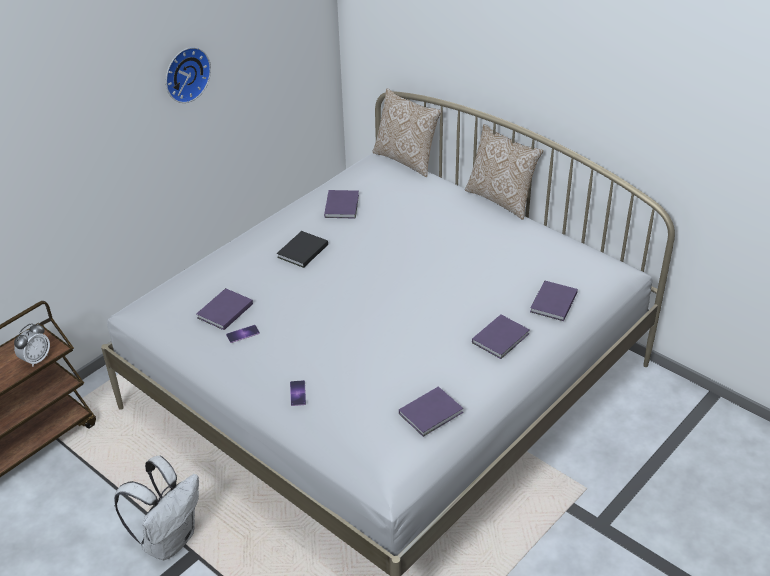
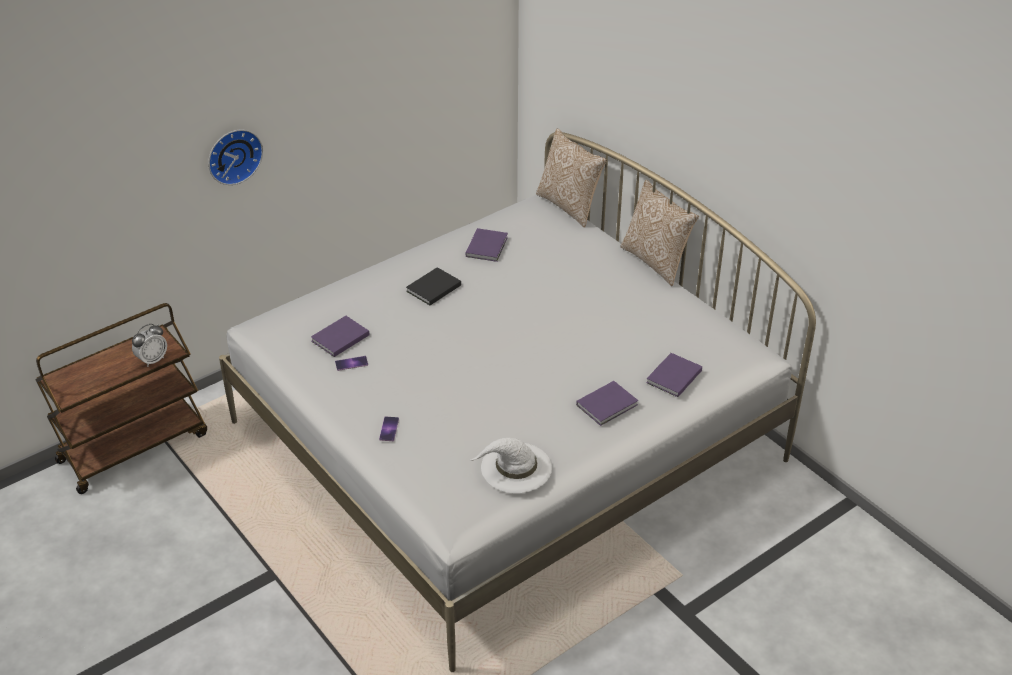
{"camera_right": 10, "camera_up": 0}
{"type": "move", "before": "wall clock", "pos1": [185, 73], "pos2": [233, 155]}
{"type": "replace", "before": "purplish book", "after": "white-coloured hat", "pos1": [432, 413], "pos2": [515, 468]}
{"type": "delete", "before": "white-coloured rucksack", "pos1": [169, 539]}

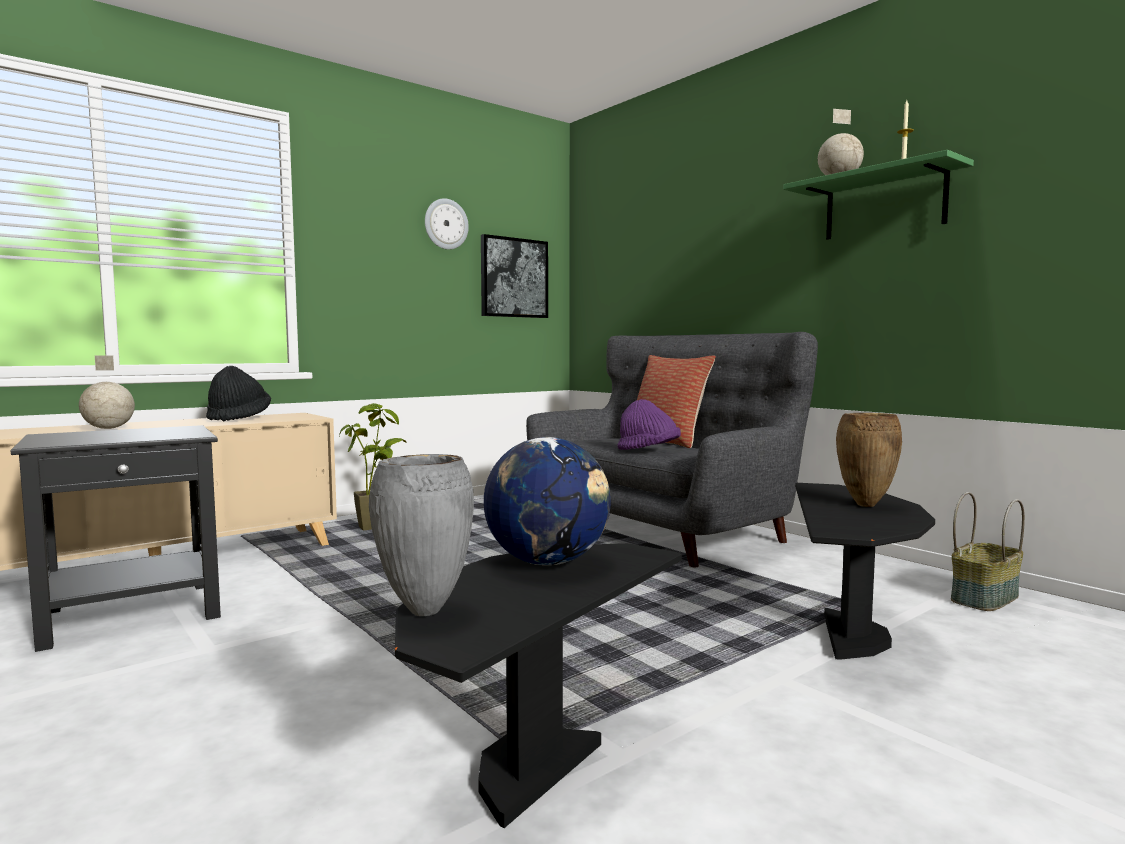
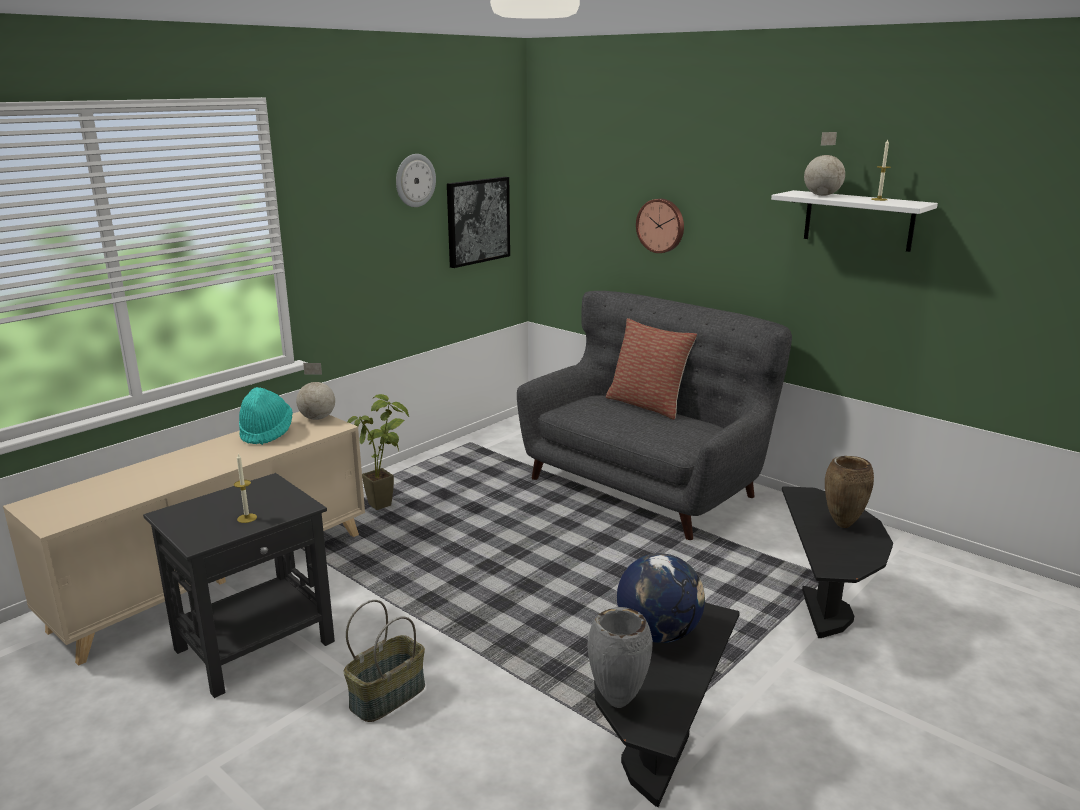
{"camera_right": -10, "camera_up": 15}
{"type": "insert", "after": "wax candle", "pos2": [247, 518]}
{"type": "recolor", "before": "blackish hat", "after": "turquoise-coloured hat", "pos1": [239, 418], "pos2": [266, 433]}
{"type": "move", "before": "desk globe", "pos1": [108, 428], "pos2": [317, 418]}
{"type": "move", "before": "basket", "pos1": [983, 598], "pos2": [387, 695]}
{"type": "insert", "after": "wall clock", "pos2": [661, 225]}
{"type": "recolor", "before": "green-coloured wall shelf", "after": "white-coloured wall shelf", "pos1": [884, 204], "pos2": [858, 220]}
{"type": "delete", "before": "purplish hat", "pos1": [648, 451]}

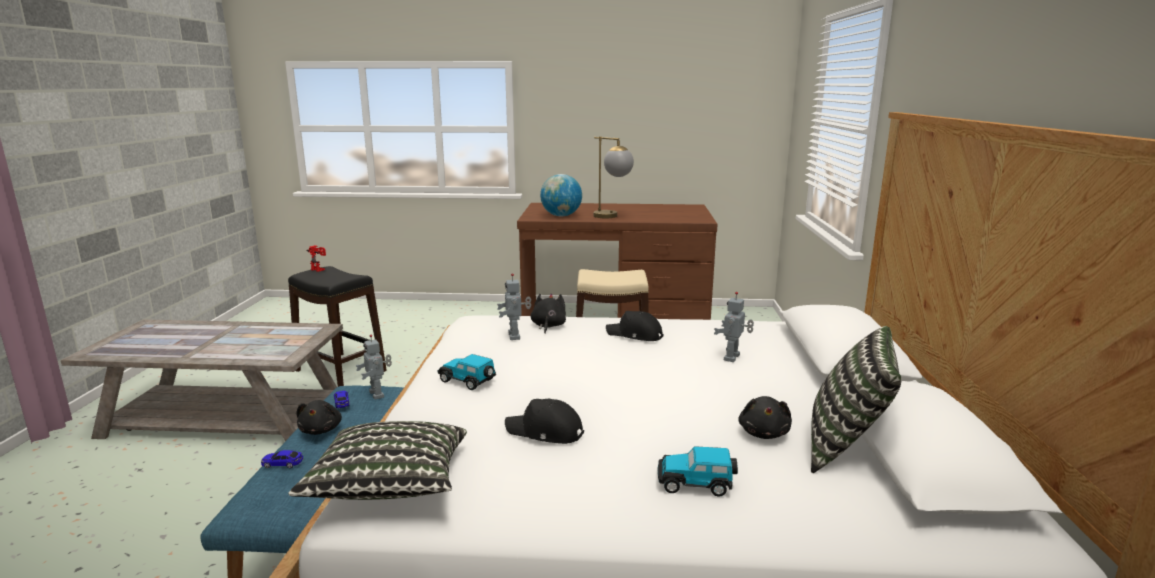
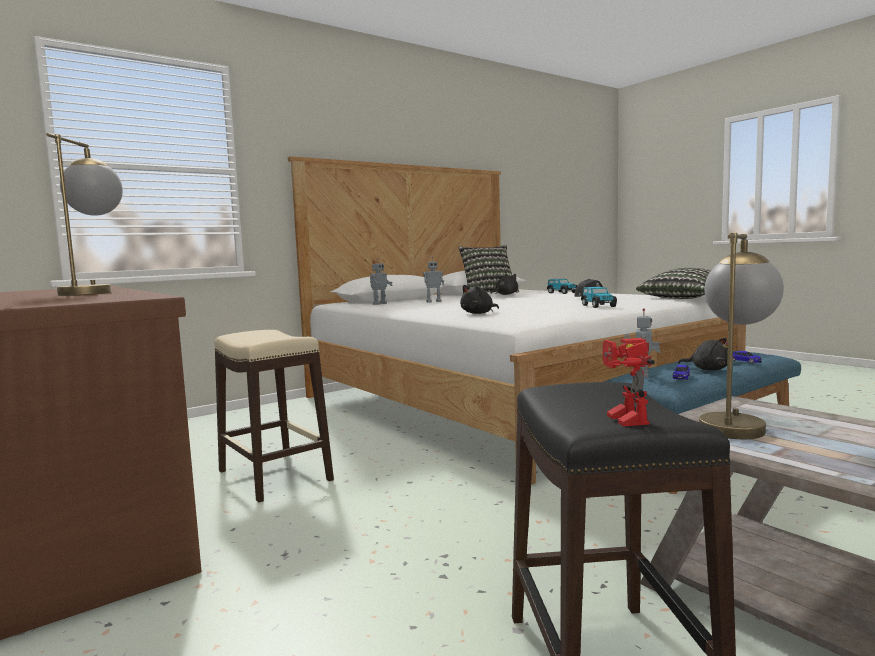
{"camera_right": -130, "camera_up": -10}
{"type": "move", "before": "robot figure", "pos1": [515, 336], "pos2": [379, 304]}
{"type": "rotate", "before": "blackish soft toy", "pos1": [321, 430], "pos2": [708, 369], "turn": 90}
{"type": "insert", "after": "tabletop lamp", "pos2": [734, 424]}
{"type": "delete", "before": "desk globe", "pos1": [561, 216]}
{"type": "delete", "before": "blackish baseball cap", "pos1": [634, 335]}

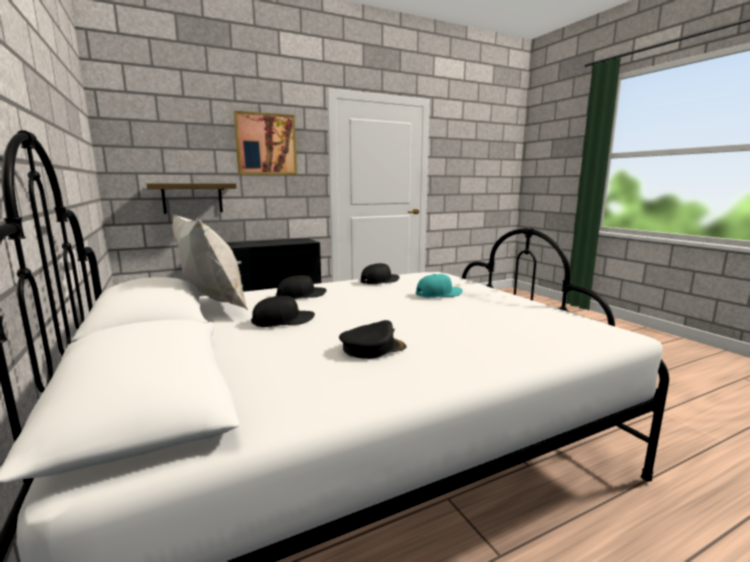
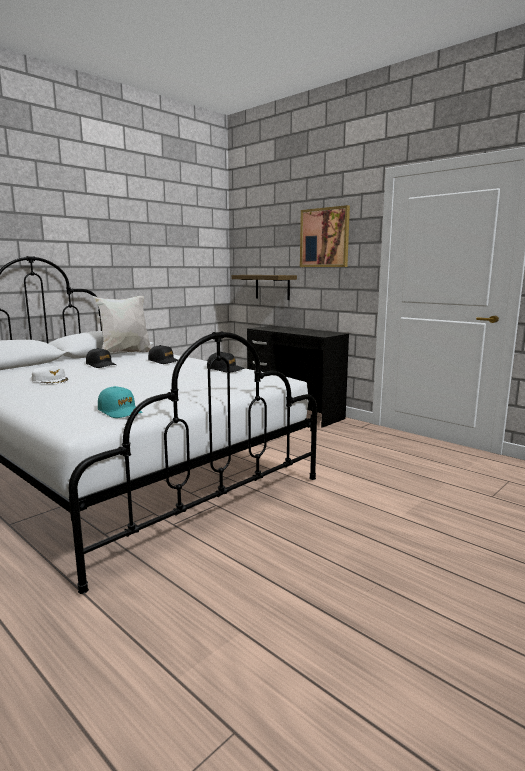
{"camera_right": 70, "camera_up": 0}
{"type": "recolor", "before": "blackish baseball cap", "after": "white-coloured baseball cap", "pos1": [372, 348], "pos2": [50, 380]}
{"type": "move", "before": "turquoise-coloured baseball cap", "pos1": [439, 294], "pos2": [120, 411]}

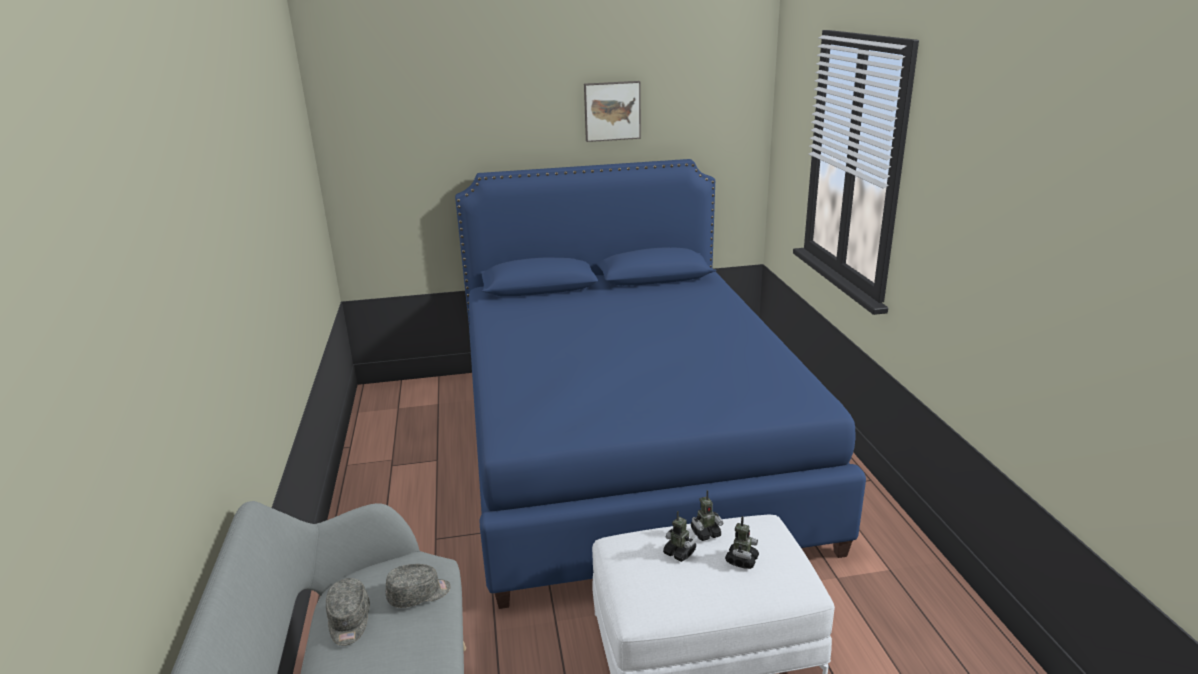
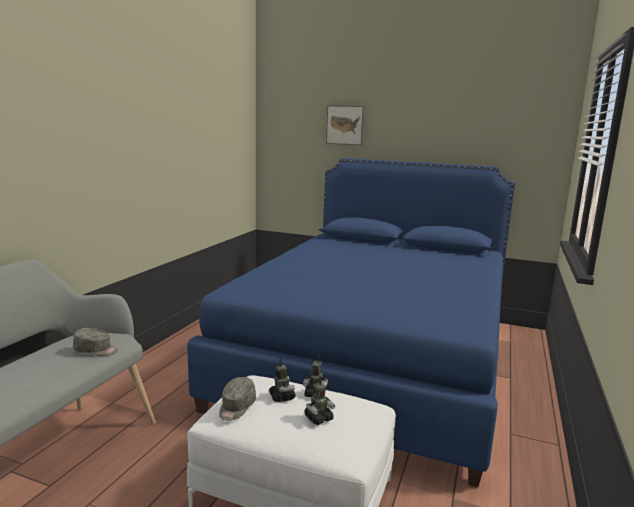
{"camera_right": 30, "camera_up": -10}
{"type": "move", "before": "grey baseball cap", "pos1": [349, 621], "pos2": [236, 407]}
{"type": "move", "before": "picture", "pos1": [612, 111], "pos2": [345, 125]}

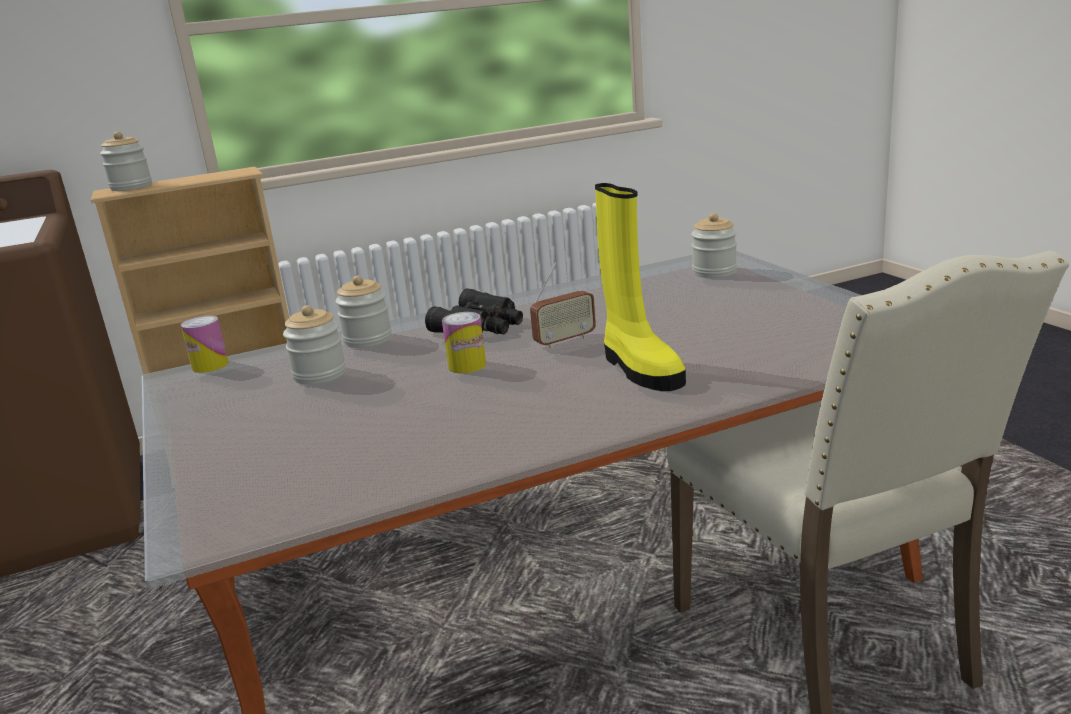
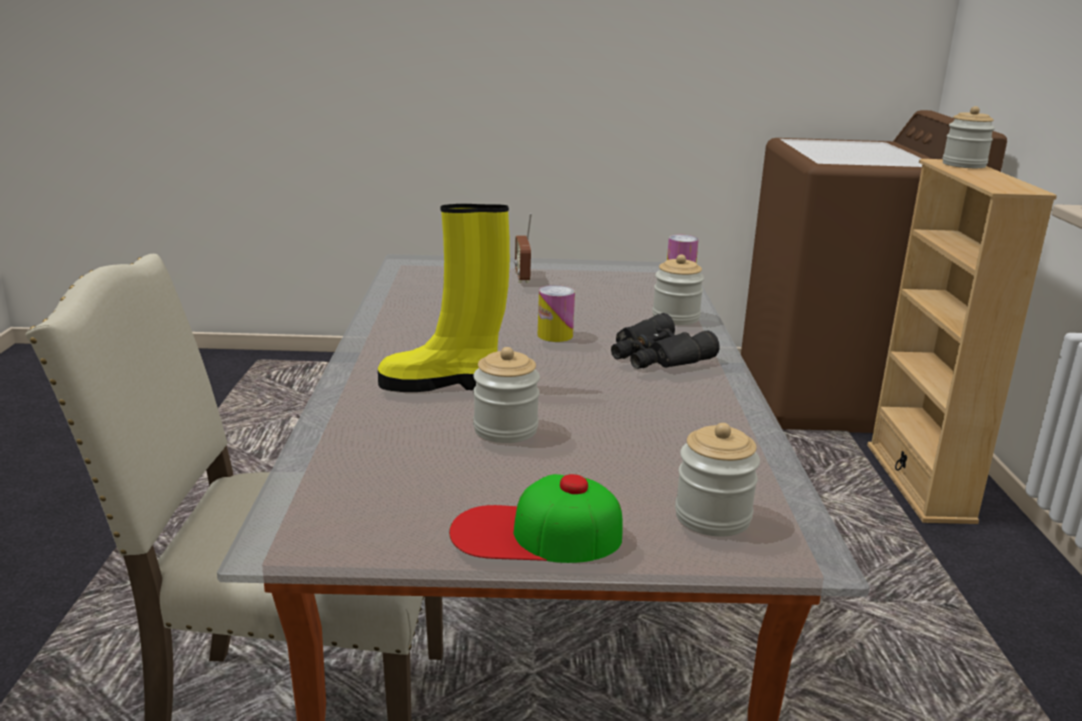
{"camera_right": 110, "camera_up": 0}
{"type": "insert", "after": "baseball cap", "pos2": [535, 534]}
{"type": "move", "before": "preserve jar", "pos1": [320, 374], "pos2": [505, 429]}
{"type": "move", "before": "radio set", "pos1": [565, 341], "pos2": [522, 277]}

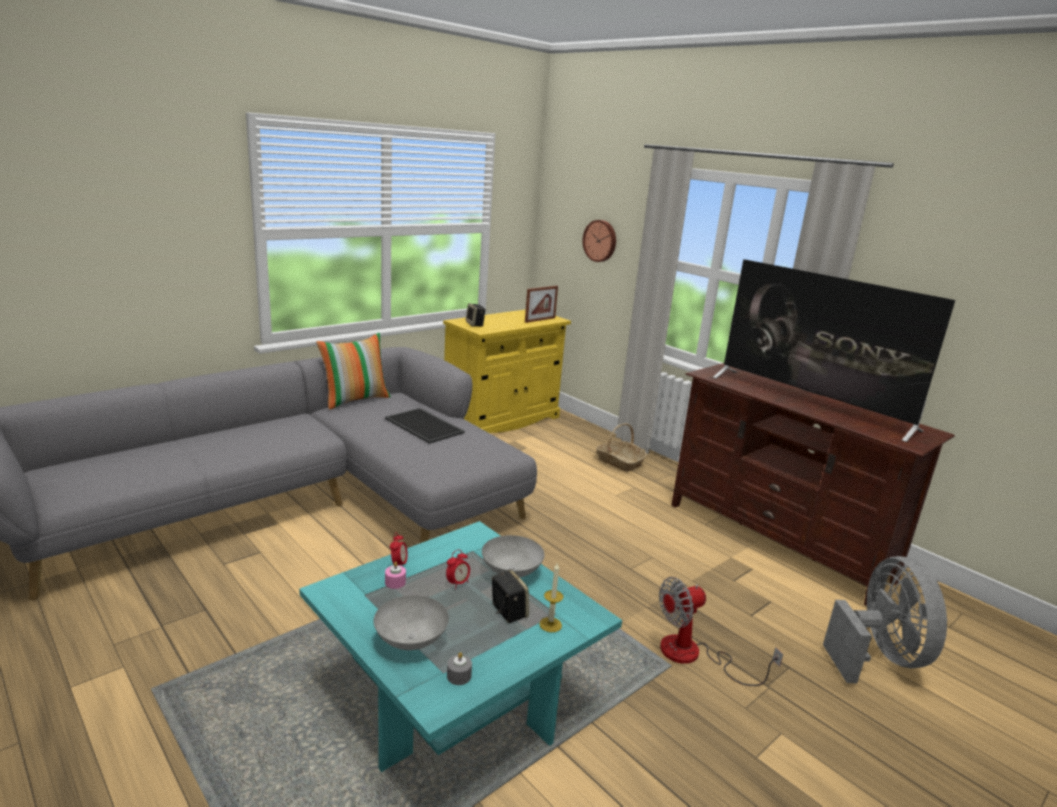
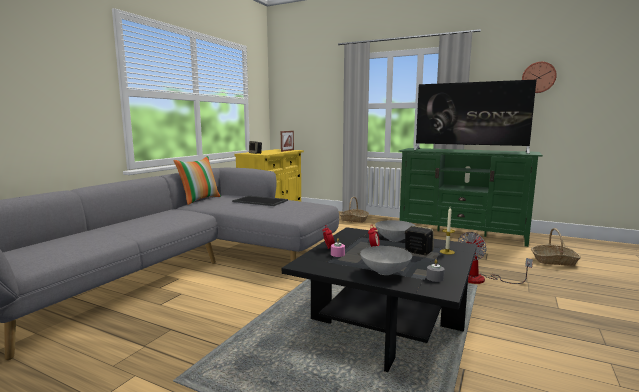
{"camera_right": -20, "camera_up": -10}
{"type": "recolor", "before": "turquoise-coloured lounge table", "after": "blackish lounge table", "pos1": [455, 694], "pos2": [385, 325]}
{"type": "recolor", "before": "brown tv stand", "after": "green-coloured tv stand", "pos1": [777, 541], "pos2": [461, 233]}
{"type": "move", "before": "wall clock", "pos1": [600, 241], "pos2": [538, 77]}
{"type": "replace", "before": "grey fan", "after": "basket", "pos1": [878, 656], "pos2": [554, 261]}

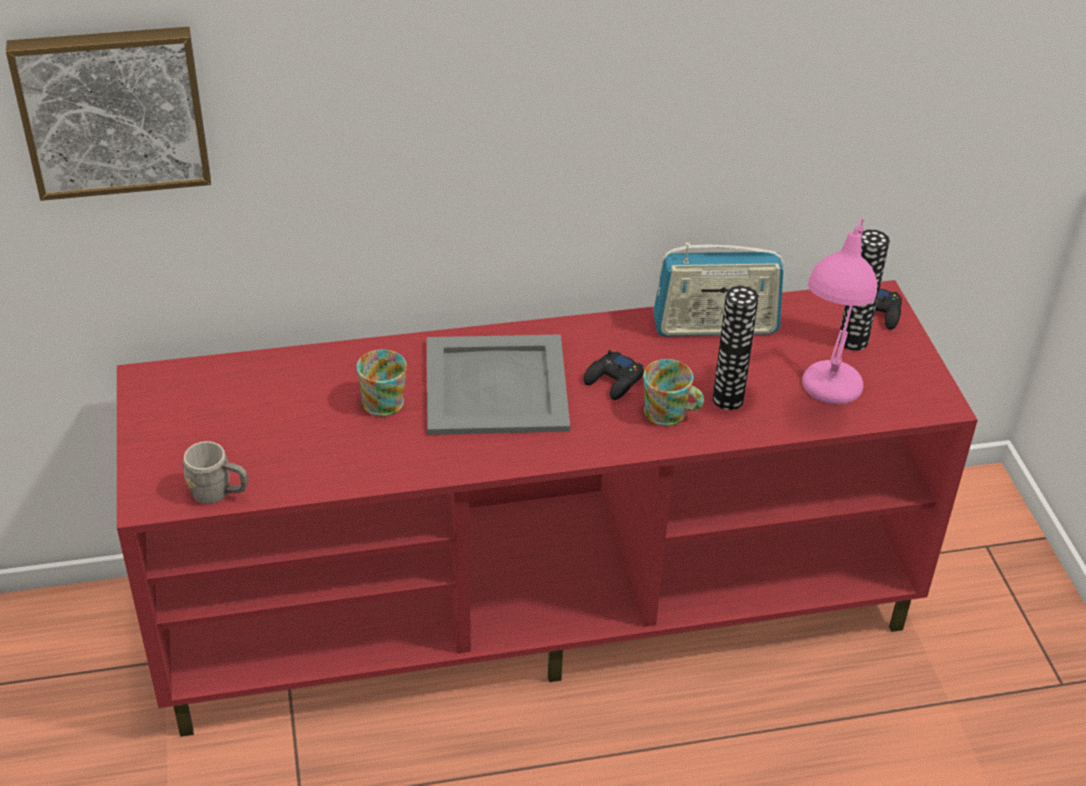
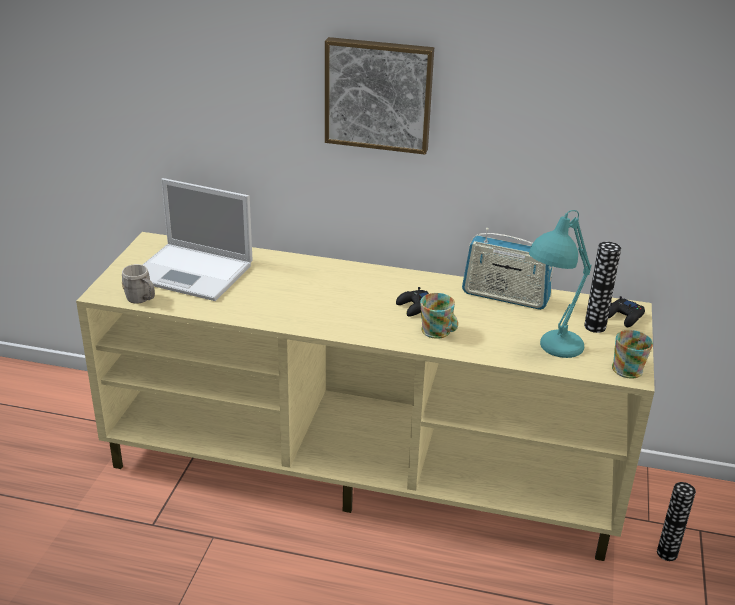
{"camera_right": 25, "camera_up": -10}
{"type": "recolor", "before": "red tv stand", "after": "sand-coloured tv stand", "pos1": [538, 606], "pos2": [364, 468]}
{"type": "insert", "after": "notebook computer", "pos2": [194, 272]}
{"type": "move", "before": "picture", "pos1": [113, 110], "pos2": [379, 94]}
{"type": "recolor", "before": "pink-coloured tabletop lamp", "after": "turquoise-coloured tabletop lamp", "pos1": [823, 399], "pos2": [549, 351]}
{"type": "move", "before": "tea mug", "pos1": [385, 398], "pos2": [629, 367]}
{"type": "move", "before": "flower vase", "pos1": [728, 399], "pos2": [667, 553]}
{"type": "delete", "before": "grey carrying tray", "pos1": [497, 386]}

